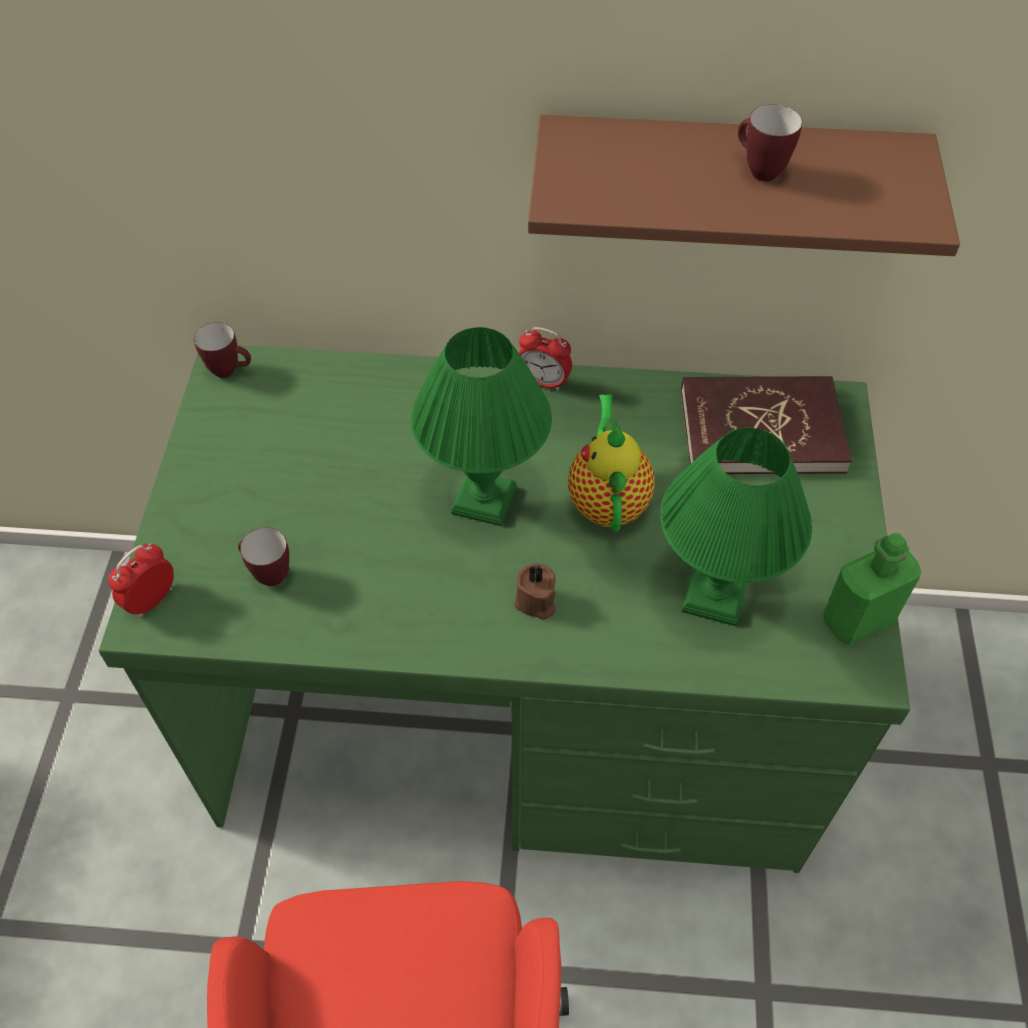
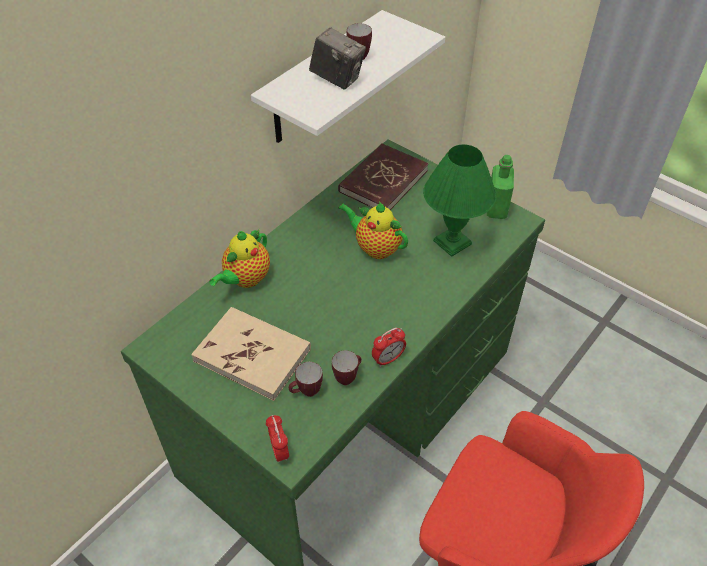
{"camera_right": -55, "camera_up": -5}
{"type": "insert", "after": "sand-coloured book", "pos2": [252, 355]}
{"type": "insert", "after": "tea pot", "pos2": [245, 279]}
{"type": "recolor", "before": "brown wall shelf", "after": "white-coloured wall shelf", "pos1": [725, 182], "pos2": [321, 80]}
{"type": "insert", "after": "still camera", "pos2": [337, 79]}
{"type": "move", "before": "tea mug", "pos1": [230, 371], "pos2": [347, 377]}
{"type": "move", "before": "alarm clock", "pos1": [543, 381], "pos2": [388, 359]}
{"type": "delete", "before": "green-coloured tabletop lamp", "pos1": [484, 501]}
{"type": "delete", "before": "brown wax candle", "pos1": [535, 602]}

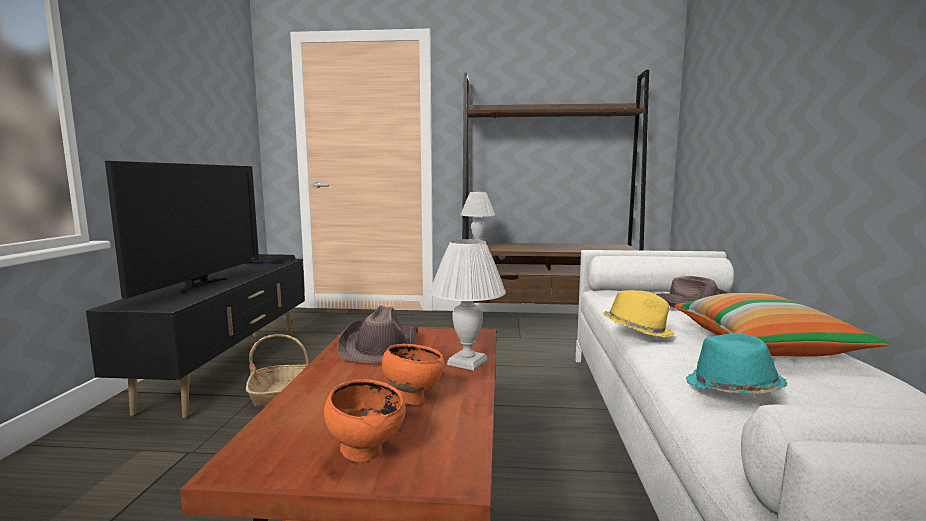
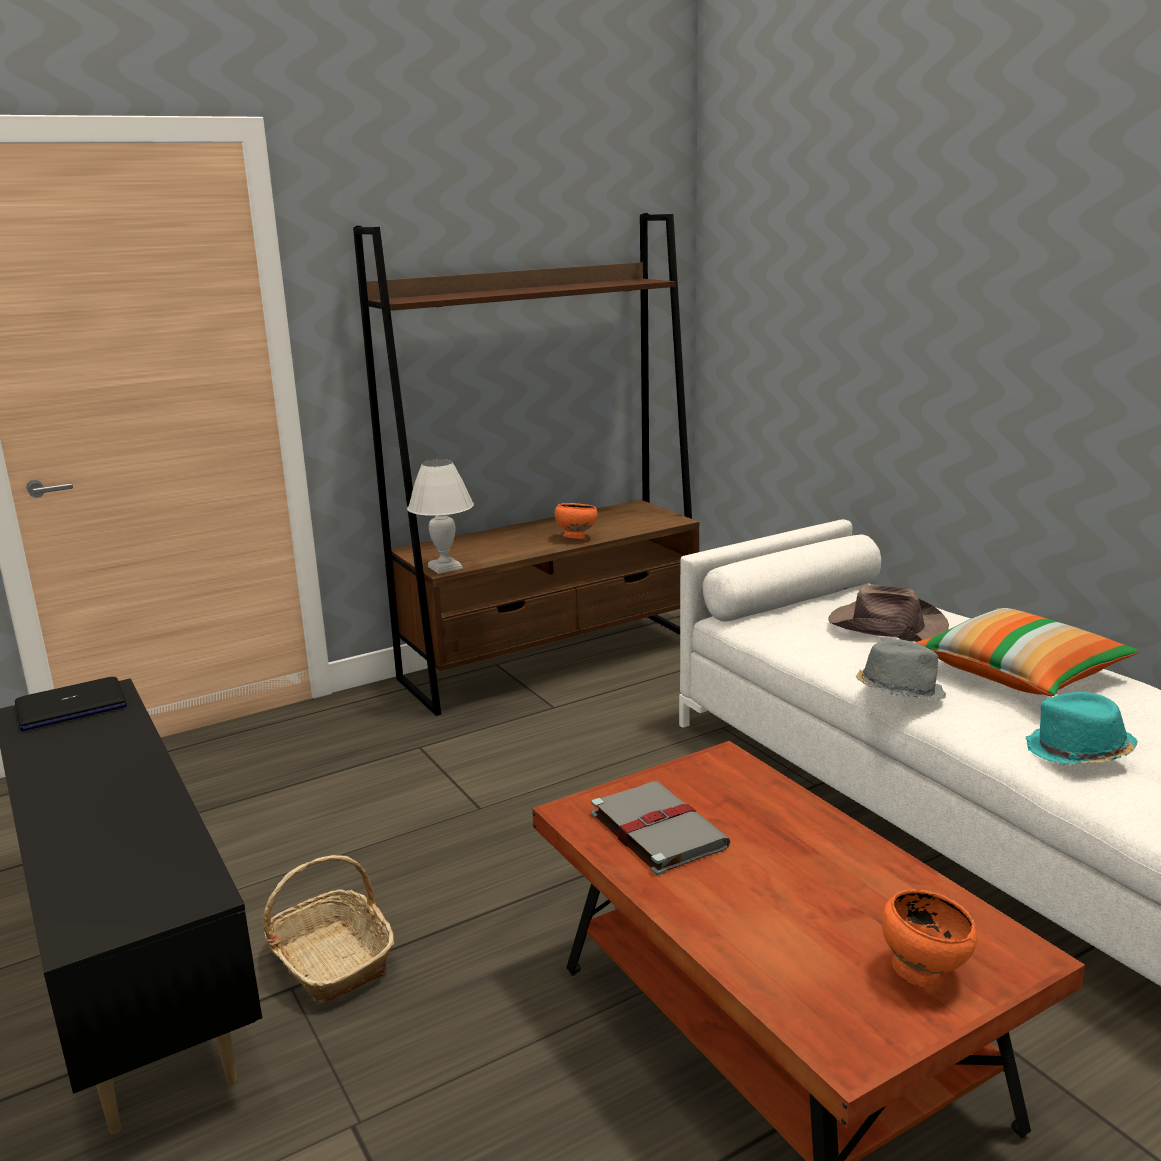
{"camera_right": -35, "camera_up": 10}
{"type": "move", "before": "orange serving bowl", "pos1": [413, 399], "pos2": [575, 538]}
{"type": "replace", "before": "brown hat", "after": "grey book", "pos1": [380, 346], "pos2": [656, 829]}
{"type": "recolor", "before": "yellow-coloured hat", "after": "grey hat", "pos1": [637, 330], "pos2": [899, 692]}
{"type": "delete", "before": "TV", "pos1": [200, 285]}
{"type": "delete", "before": "white-coloured tabletop lamp", "pos1": [466, 362]}

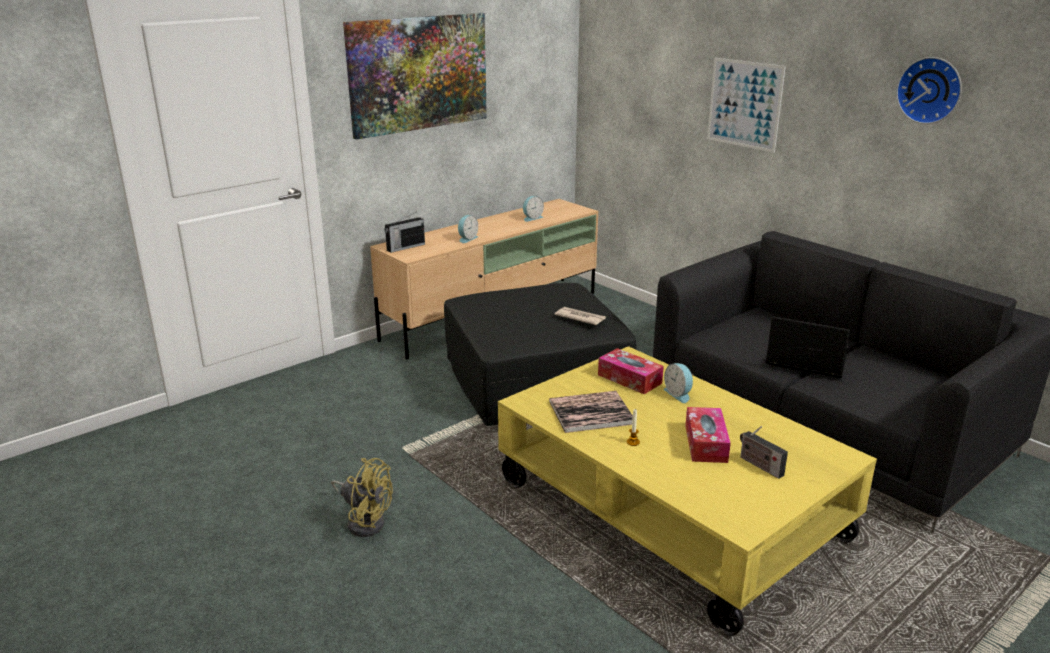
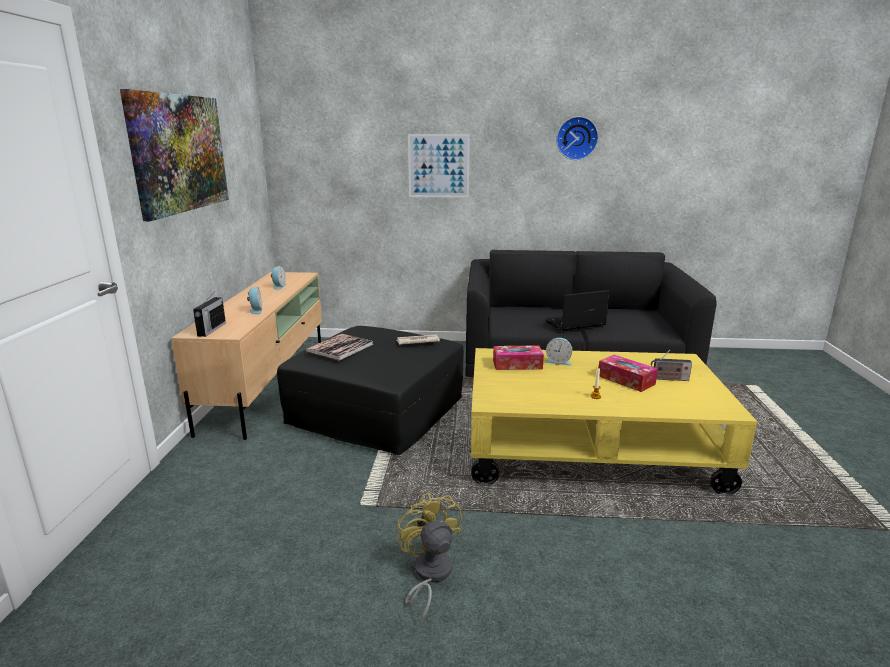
{"camera_right": -45, "camera_up": -5}
{"type": "move", "before": "book", "pos1": [591, 412], "pos2": [340, 348]}
{"type": "rotate", "before": "yellow-coloured fan", "pos1": [364, 520], "pos2": [429, 575], "turn": -90}

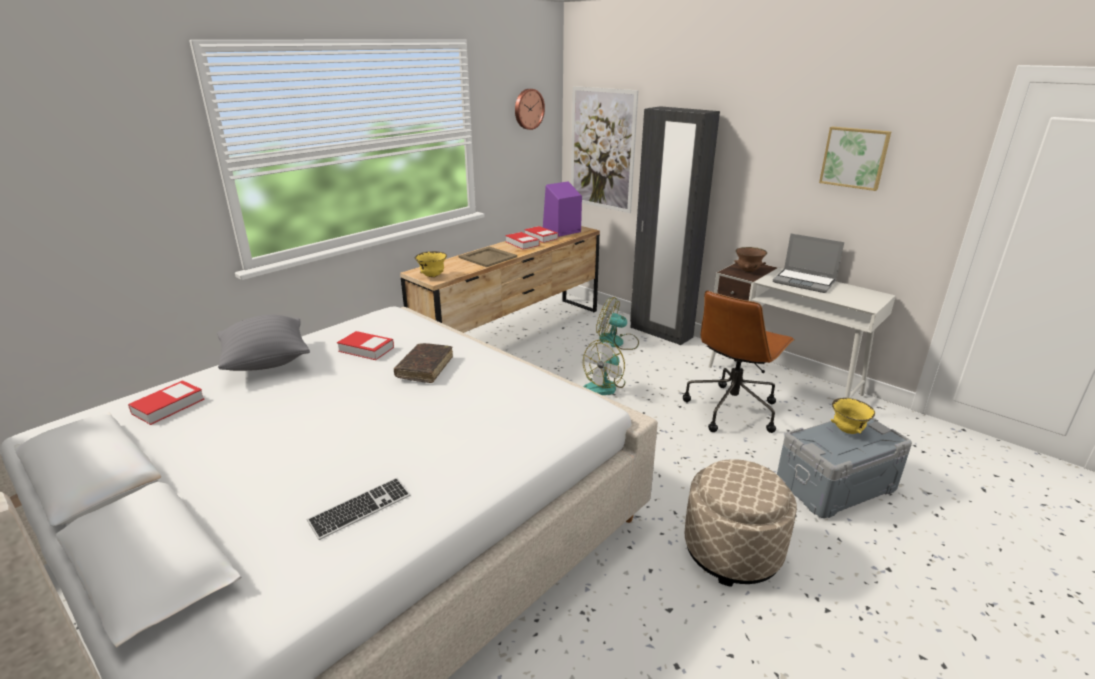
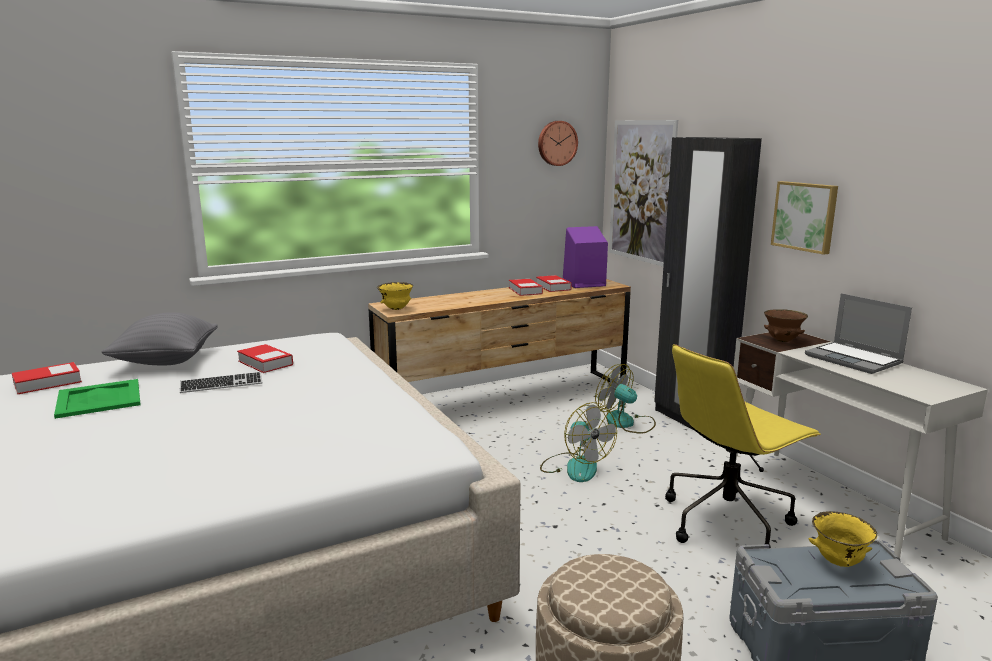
{"camera_right": 20, "camera_up": -10}
{"type": "insert", "after": "green-coloured carrying tray", "pos2": [98, 399]}
{"type": "move", "before": "computer keyboard", "pos1": [360, 509], "pos2": [221, 384]}
{"type": "rotate", "before": "fan", "pos1": [604, 386], "pos2": [575, 467], "turn": -90}
{"type": "recolor", "before": "brown computer chair", "after": "yellow-coloured computer chair", "pos1": [732, 409], "pos2": [727, 521]}
{"type": "move", "before": "picture", "pos1": [854, 157], "pos2": [805, 216]}
{"type": "delete", "before": "brown book", "pos1": [425, 368]}
{"type": "delete", "before": "sand-coloured carrying tray", "pos1": [488, 257]}

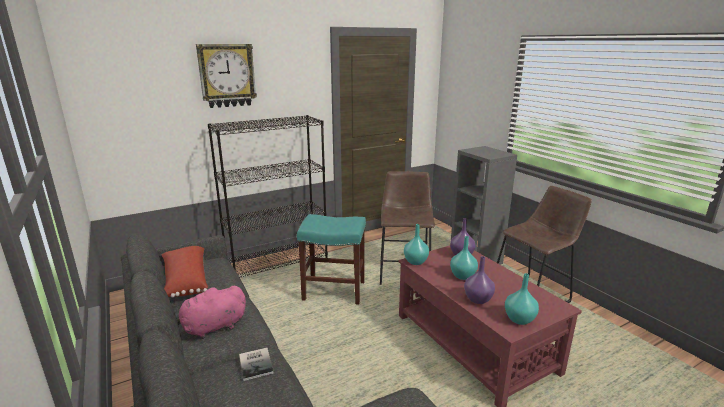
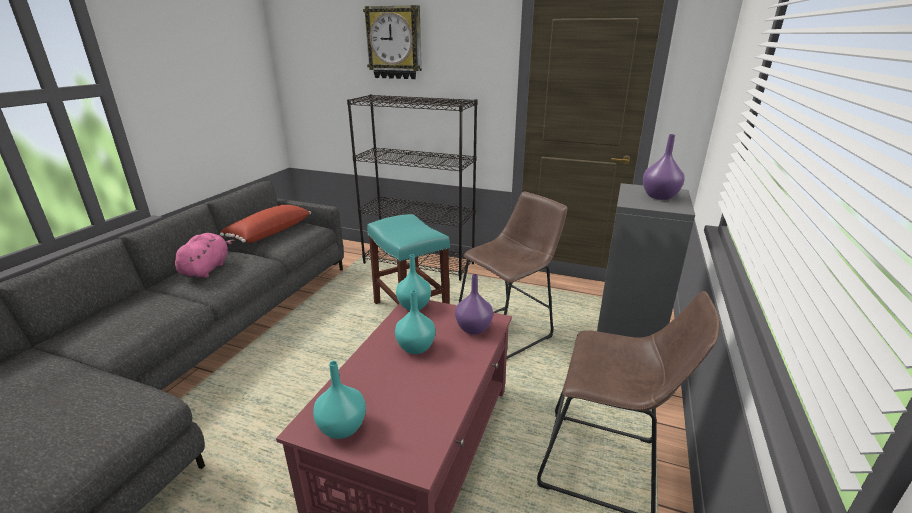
{"camera_right": 50, "camera_up": 5}
{"type": "rotate", "before": "pink-coloured soft toy", "pos1": [211, 328], "pos2": [207, 269], "turn": 75}
{"type": "move", "before": "purplish flower vase", "pos1": [477, 299], "pos2": [659, 196]}
{"type": "delete", "before": "book", "pos1": [257, 363]}

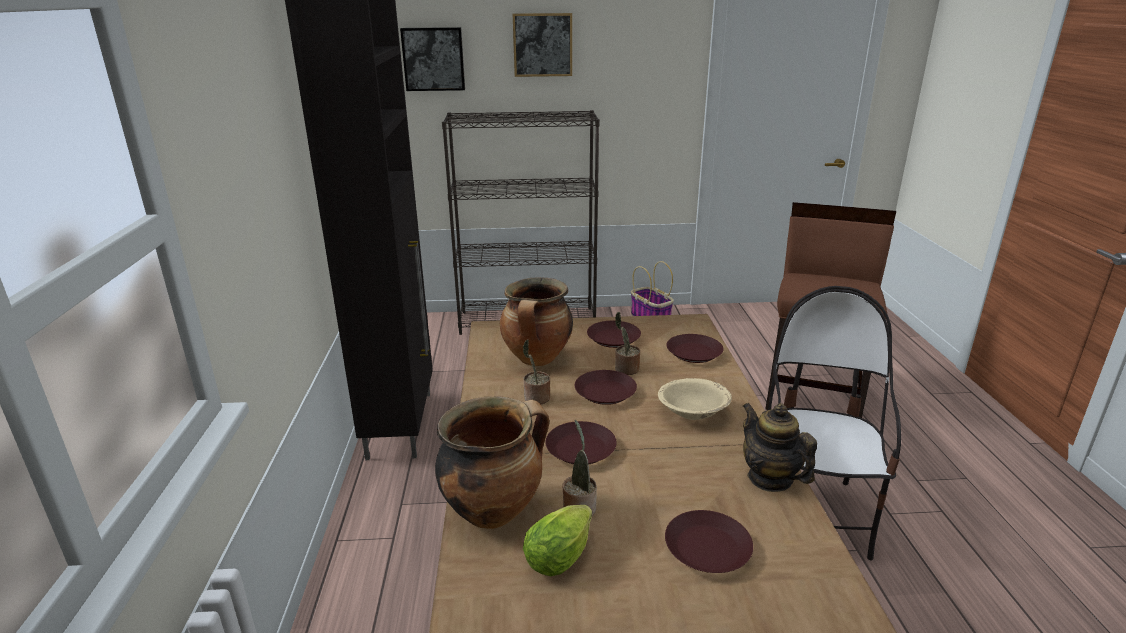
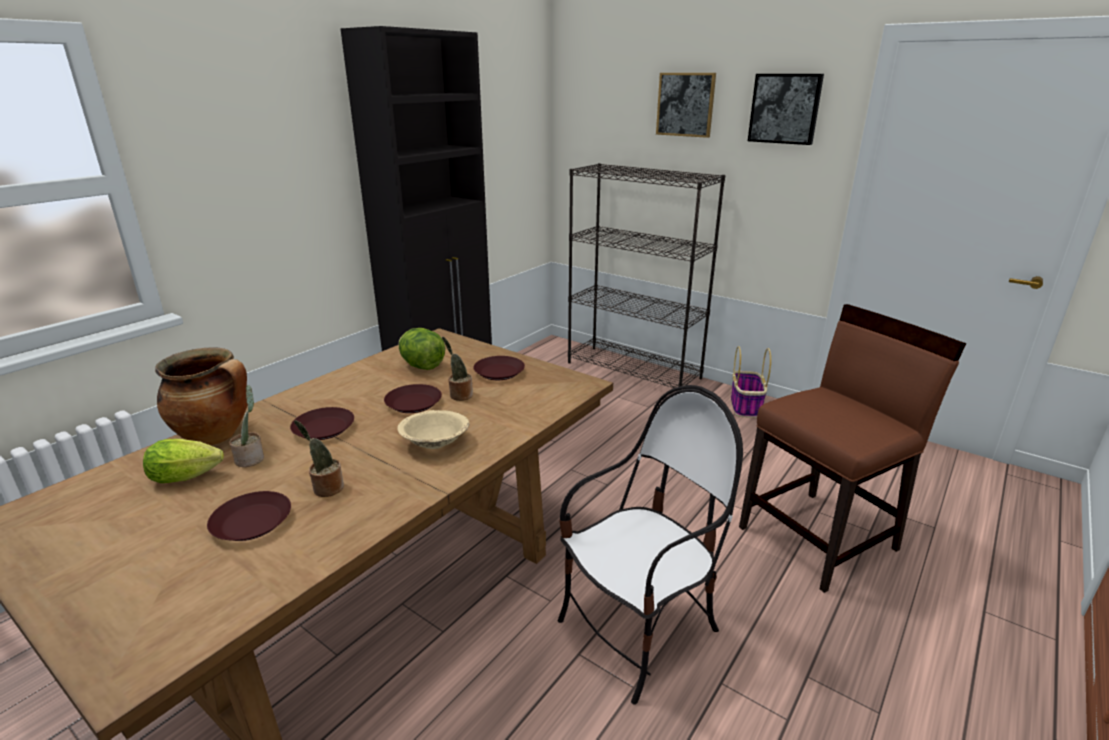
{"camera_right": 40, "camera_up": 0}
{"type": "move", "before": "plant in a pot", "pos1": [536, 398], "pos2": [326, 488]}
{"type": "replace", "before": "cooking pot", "after": "lettuce", "pos1": [537, 359], "pos2": [422, 366]}
{"type": "move", "before": "picture", "pos1": [433, 59], "pos2": [785, 108]}
{"type": "delete", "before": "brown plate", "pos1": [693, 353]}
{"type": "delete", "before": "tea pot", "pos1": [770, 478]}

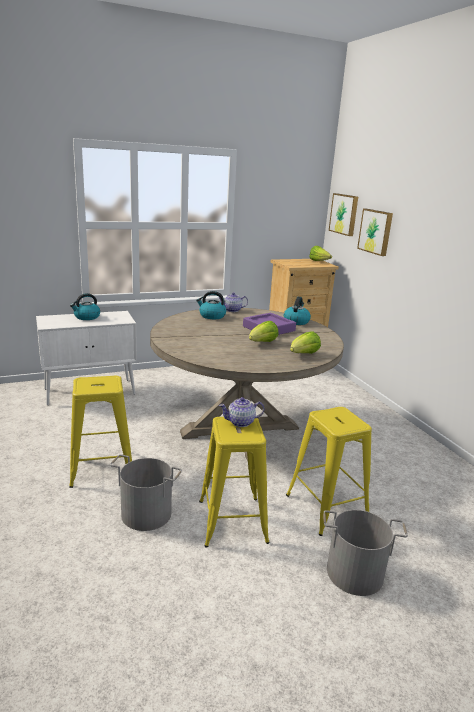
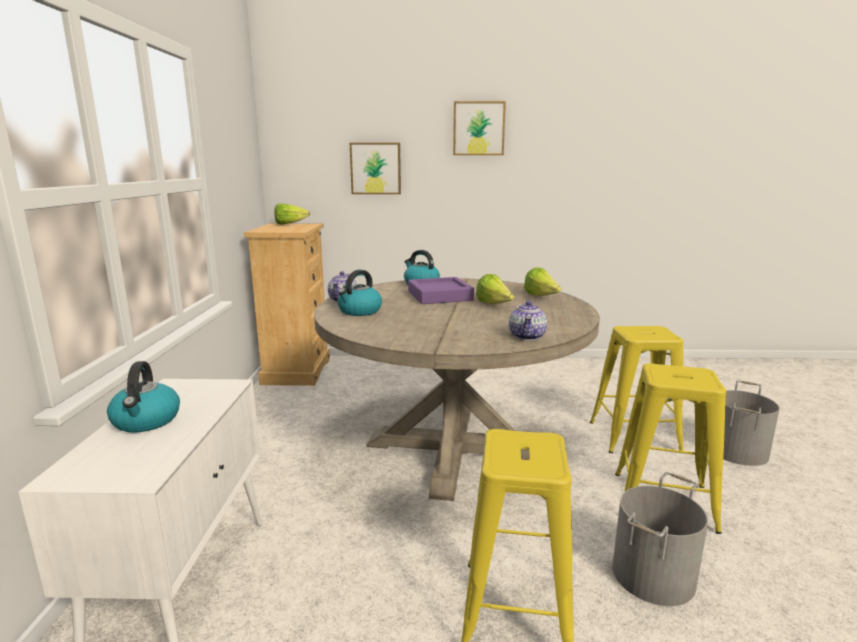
{"camera_right": -65, "camera_up": -5}
{"type": "move", "before": "picture", "pos1": [344, 214], "pos2": [478, 129]}
{"type": "move", "before": "tea pot", "pos1": [241, 422], "pos2": [527, 336]}

